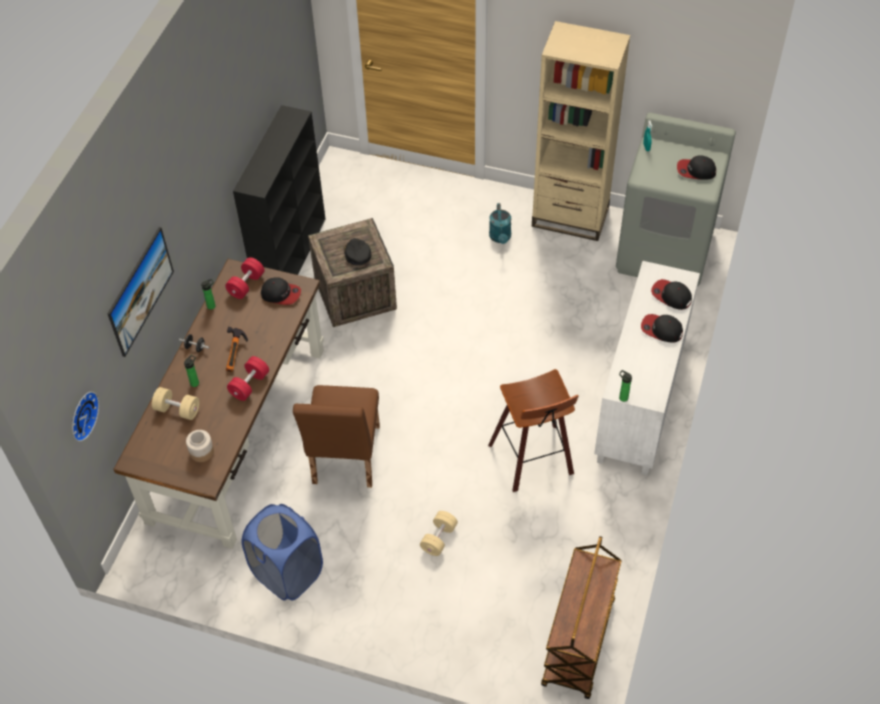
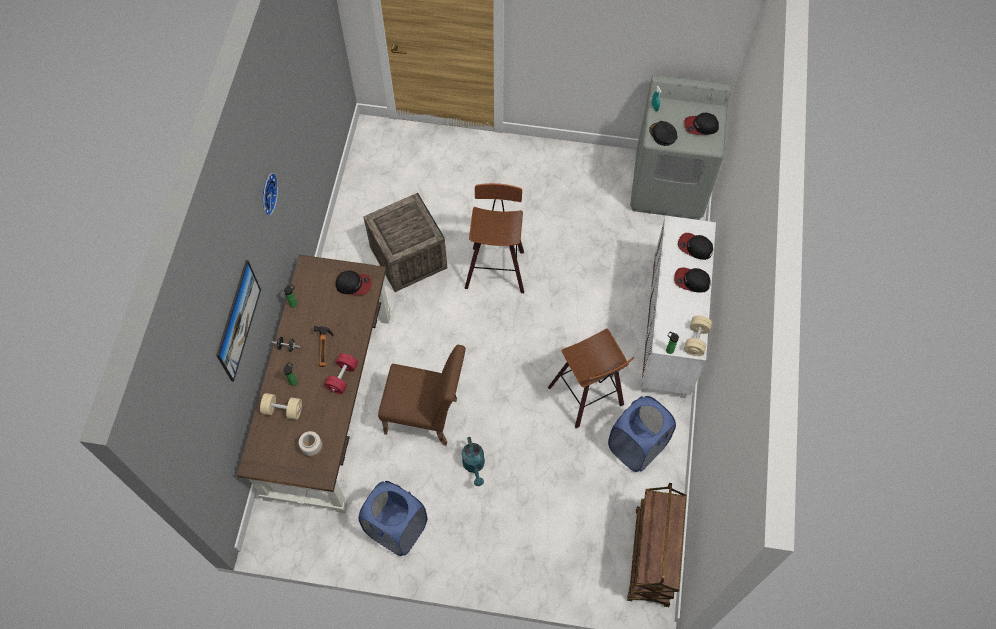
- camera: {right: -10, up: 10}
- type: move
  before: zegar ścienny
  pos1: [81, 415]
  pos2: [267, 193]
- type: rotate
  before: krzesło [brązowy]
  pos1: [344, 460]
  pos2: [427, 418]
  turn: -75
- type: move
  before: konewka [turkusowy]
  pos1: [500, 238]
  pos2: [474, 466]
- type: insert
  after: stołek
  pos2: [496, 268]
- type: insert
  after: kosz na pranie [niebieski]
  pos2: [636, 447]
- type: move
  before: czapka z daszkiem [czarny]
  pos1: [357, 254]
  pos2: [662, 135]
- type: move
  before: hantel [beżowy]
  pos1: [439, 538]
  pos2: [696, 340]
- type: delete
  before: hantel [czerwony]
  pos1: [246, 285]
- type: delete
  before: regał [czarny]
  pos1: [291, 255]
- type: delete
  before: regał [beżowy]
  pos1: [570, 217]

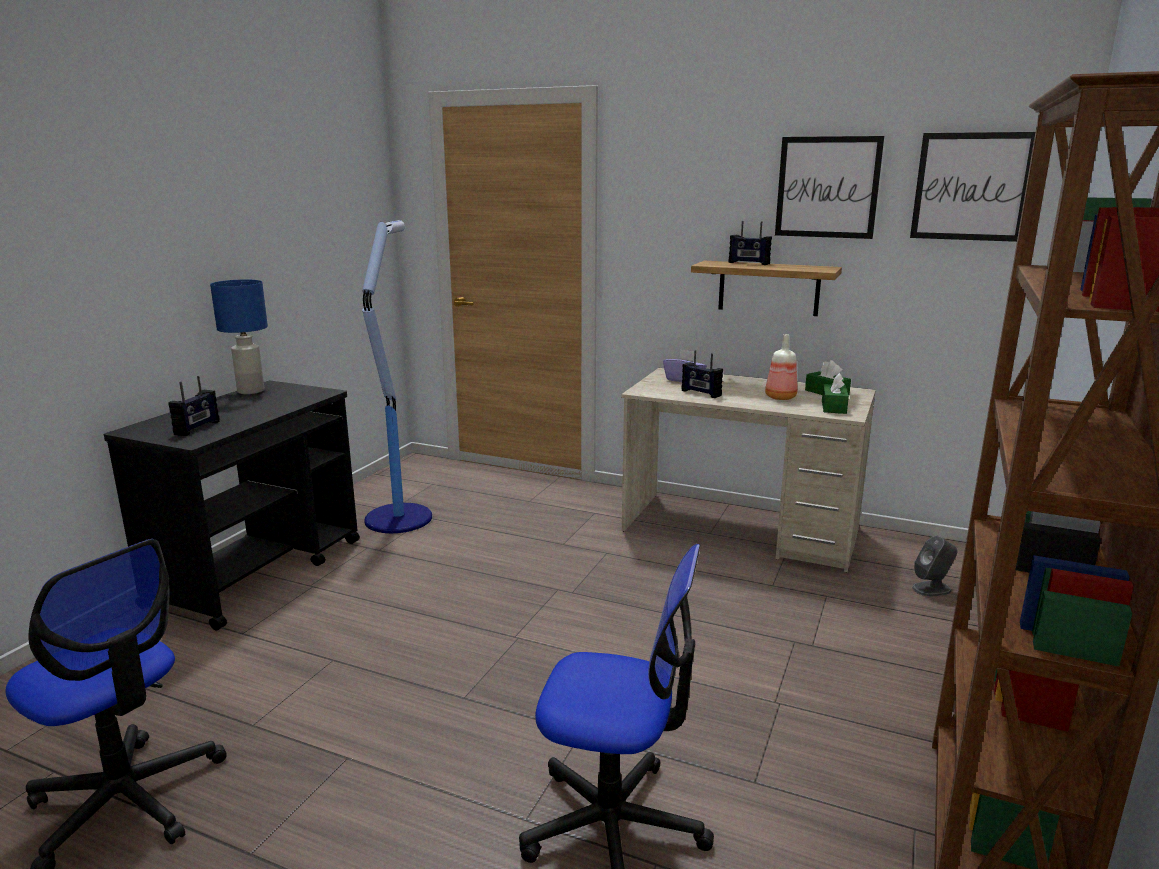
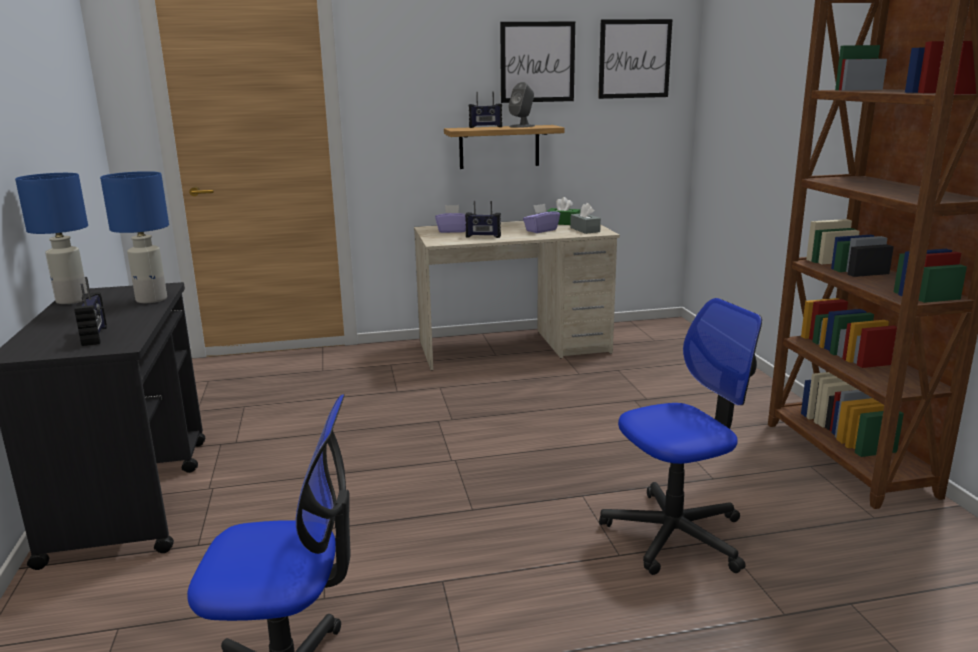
- camera: {right: -35, up: 0}
- type: insert
  after: lampa stołowa [niebieski]
  pos2: [152, 299]
- type: move
  before: głośnik [szary]
  pos1: [932, 589]
  pos2: [522, 126]
- type: replace
  before: butelka
  after: pudełko chusteczek [fioletowy]
  pos1: [780, 398]
  pos2: [541, 230]
- type: recolor
  before: pudełko chusteczek [zielony]
  after: pudełko chusteczek [szary]
  pos1: [833, 407]
  pos2: [585, 230]
- type: delete
  before: lampa stojąca
  pos1: [399, 517]

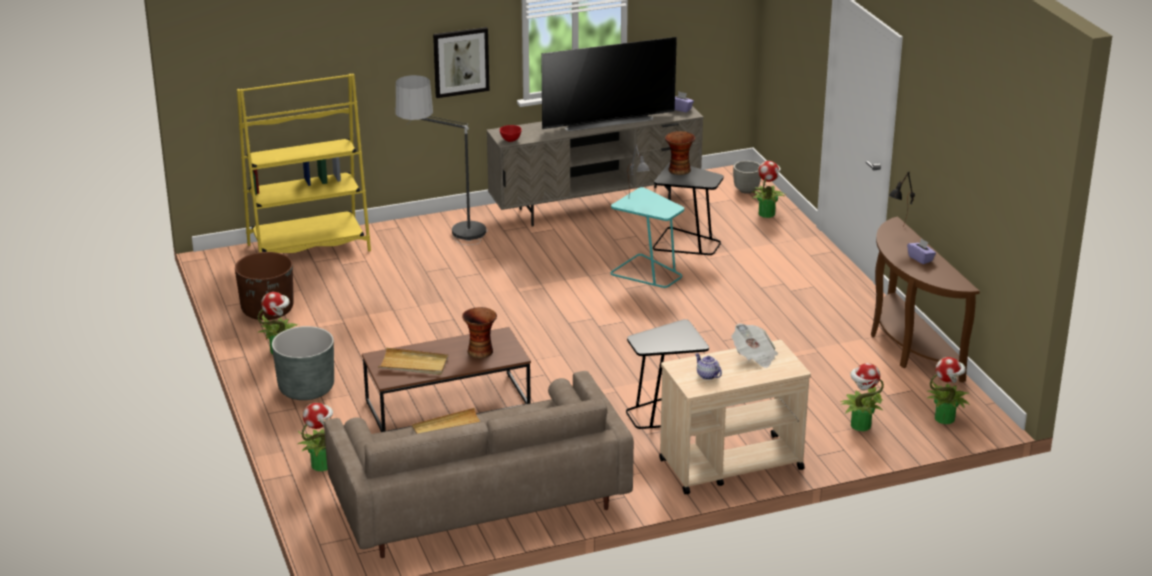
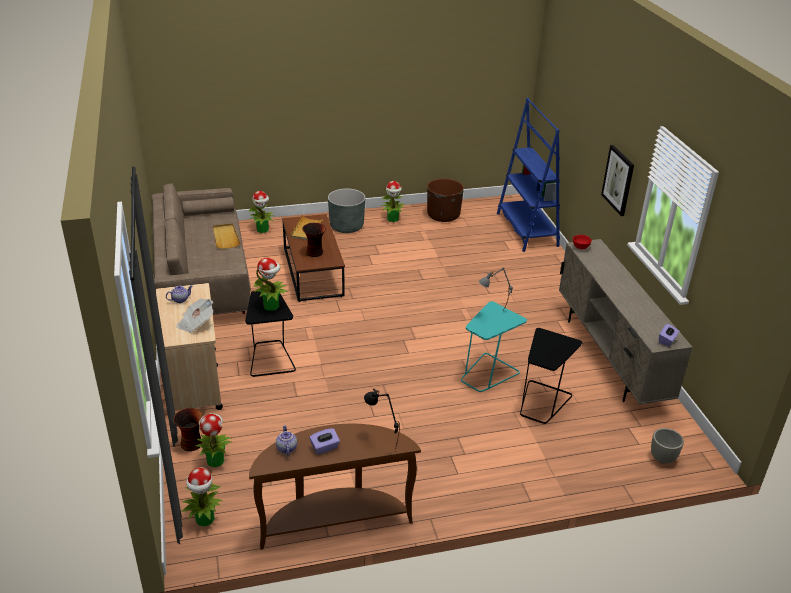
- camera: {right: 95, up: 5}
- type: move
  before: wazon
  pos1: [678, 170]
  pos2: [192, 443]
- type: move
  before: roślina doniczkowa
  pos1: [766, 213]
  pos2: [272, 306]
- type: insert
  after: imbryk
  pos2: [286, 448]
- type: recolor
  before: regał [żółty]
  after: regał [niebieski]
  pos1: [309, 248]
  pos2: [527, 230]
- type: delete
  before: lampa stojąca
  pos1: [446, 242]
- type: delete
  before: telewizor
  pos1: [607, 120]

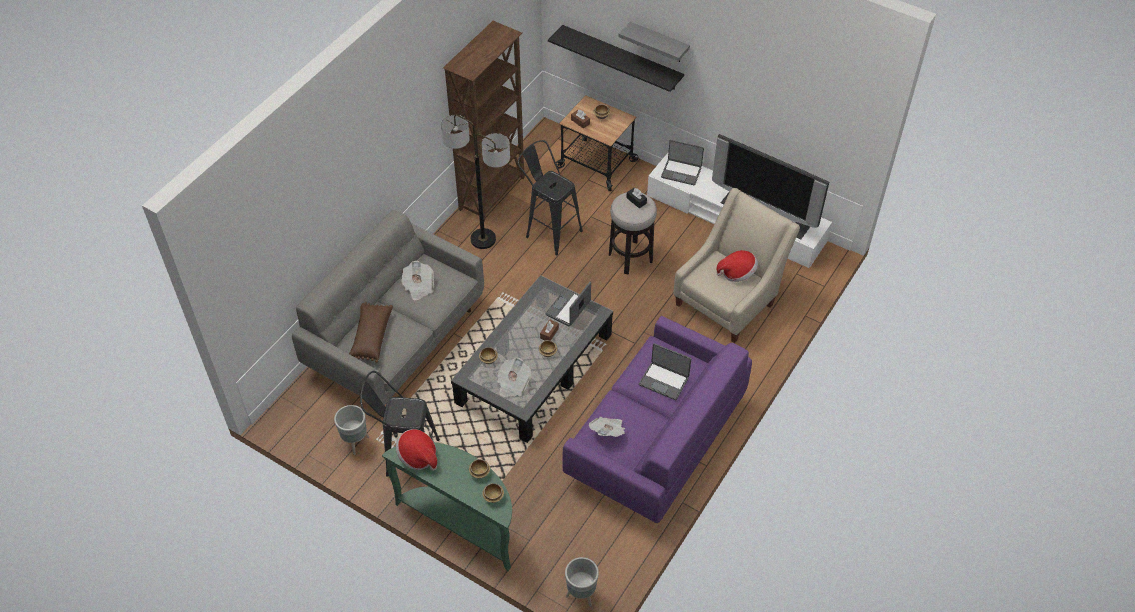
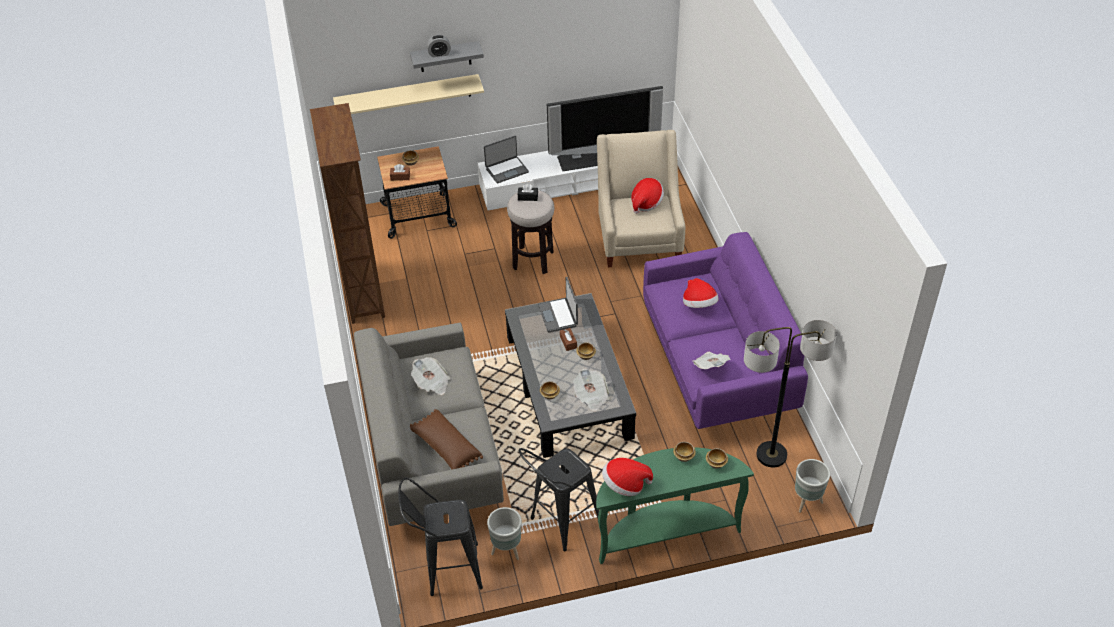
- camera: {right: -45, up: -5}
- type: recolor
  before: półka [czarny]
  after: półka [beżowy]
  pos1: [621, 58]
  pos2: [407, 95]
- type: move
  before: stołek [czarny]
  pos1: [549, 231]
  pos2: [446, 570]
- type: insert
  after: budzik
  pos2: [439, 54]
- type: replace
  before: laptop
  after: kapelusz
  pos1: [664, 380]
  pos2: [699, 304]
- type: move
  before: lampa stojąca
  pos1: [483, 239]
  pos2: [771, 455]

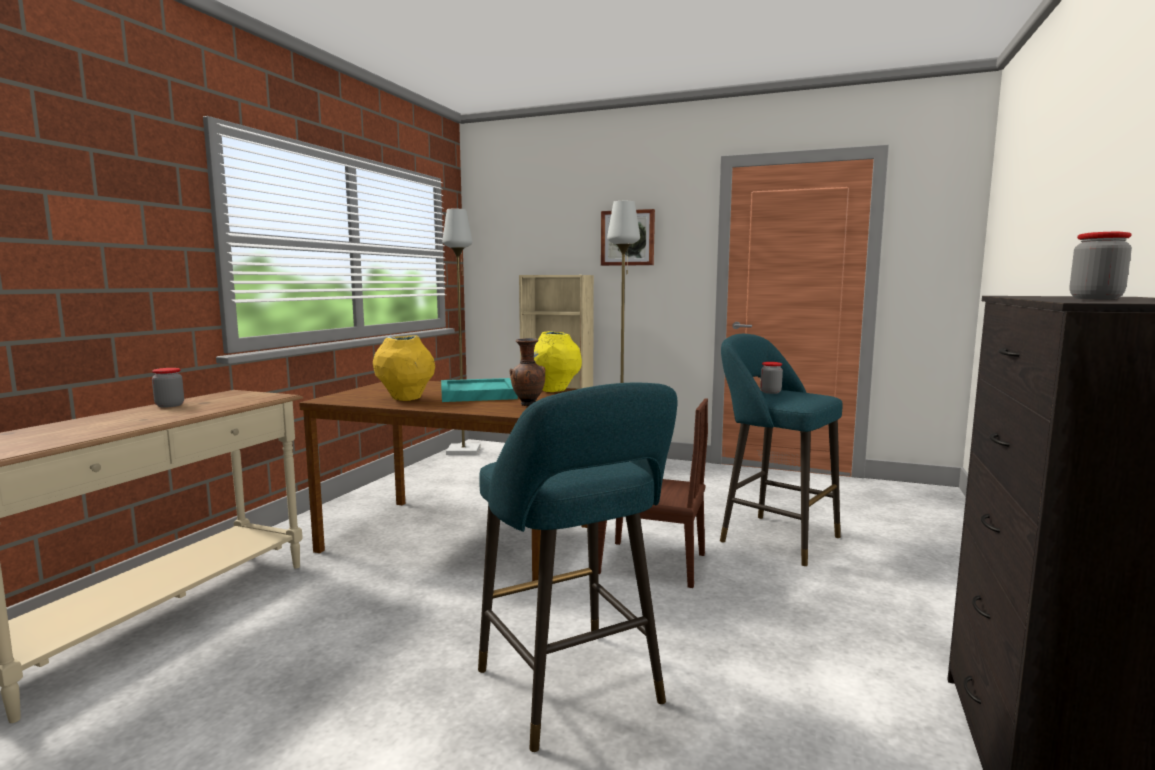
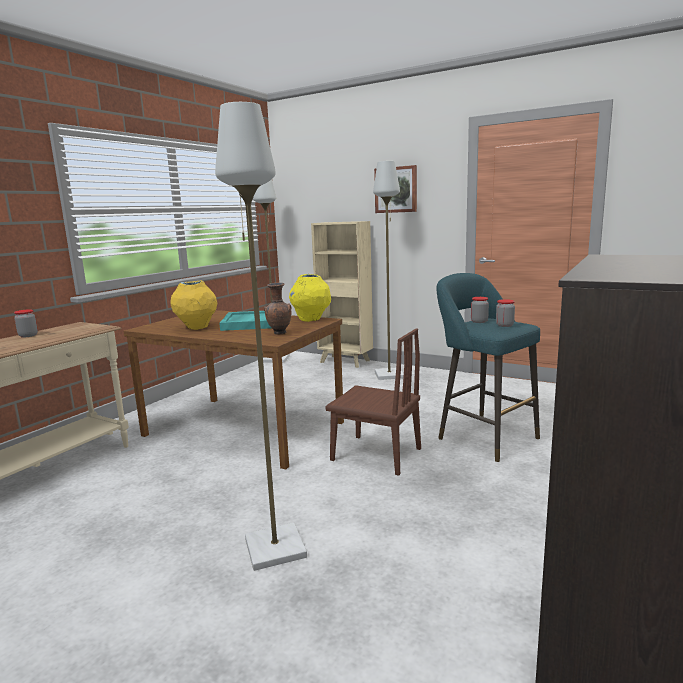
- camera: {right: 10, up: 5}
- type: replace
  before: stołek [turkusowy]
  after: lampa stojąca [szary]
  pos1: [573, 692]
  pos2: [274, 549]
- type: move
  before: słoik
  pos1: [1095, 298]
  pos2: [504, 325]

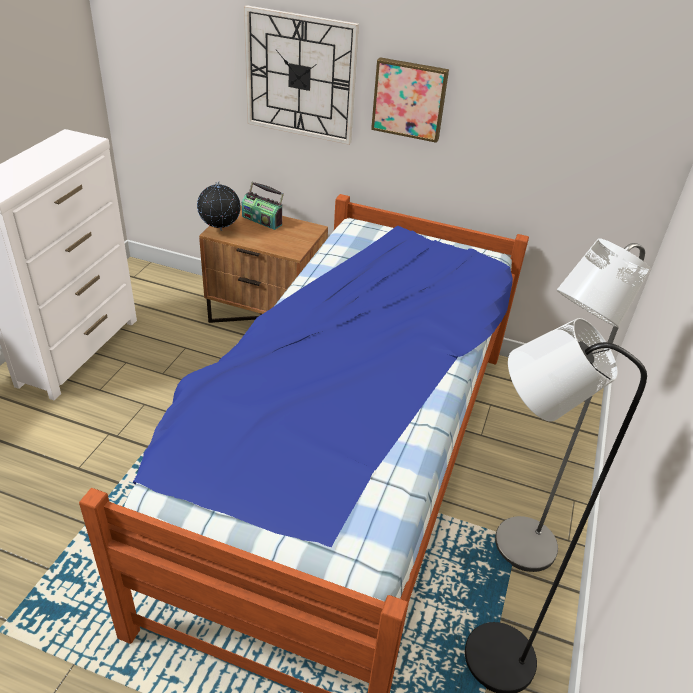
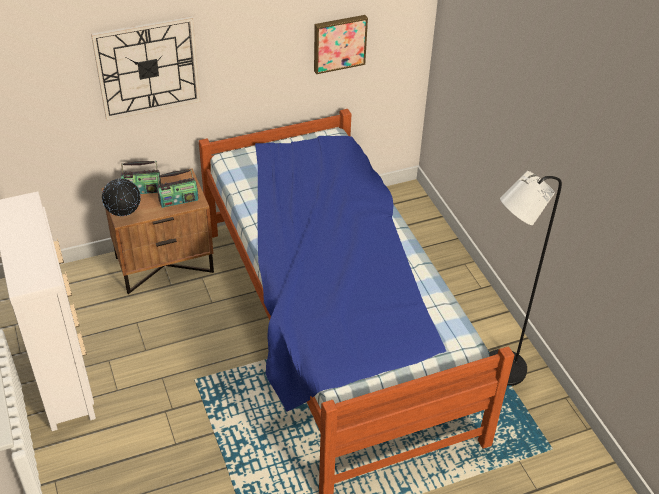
- camera: {right: -40, up: 5}
- type: insert
  after: radio
  pos2: [178, 199]
- type: move
  before: obraz
  pos1: [409, 99]
  pos2: [339, 43]
- type: delete
  before: lampa stojąca [szary]
  pos1: [517, 551]

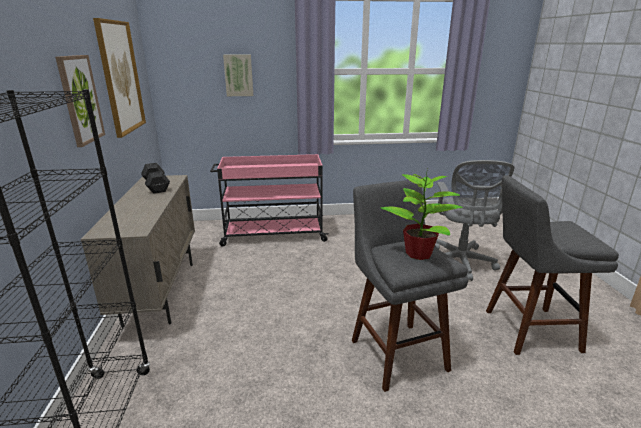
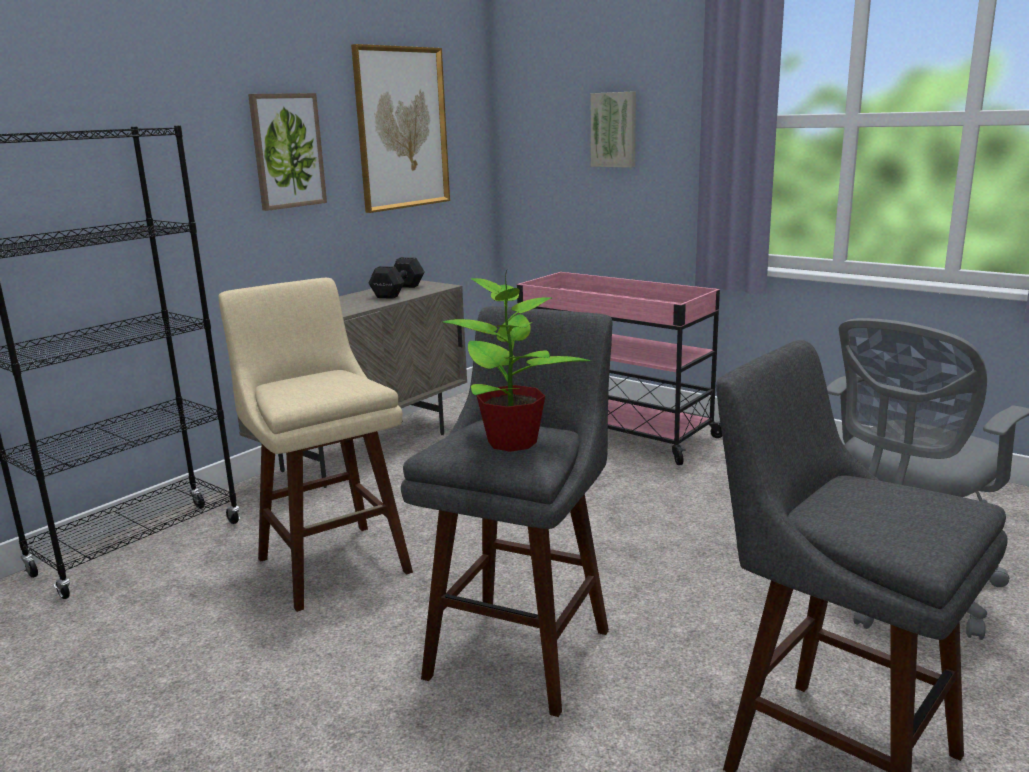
- camera: {right: 45, up: -5}
- type: insert
  after: stołek [beżowy]
  pos2: [330, 561]

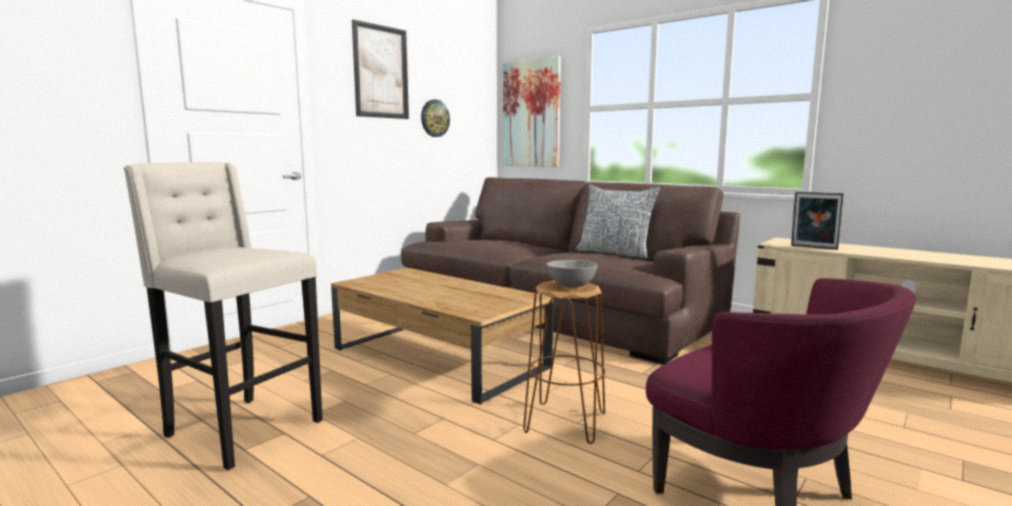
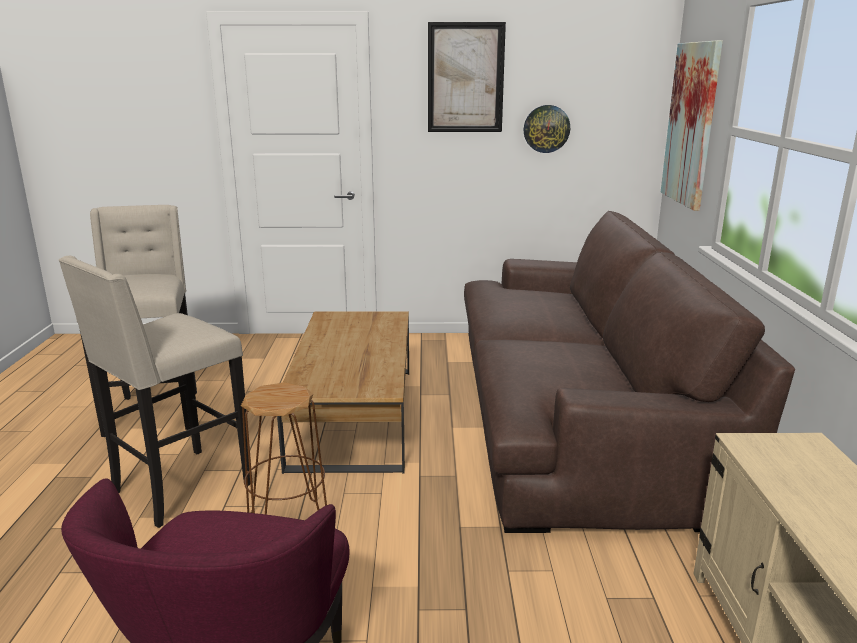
- camera: {right: 50, up: 10}
- type: insert
  after: stołek [beżowy]
  pos2: [179, 489]
- type: delete
  before: miska [szary]
  pos1: [570, 286]
- type: delete
  before: poduszka
  pos1: [615, 253]
- type: delete
  before: ramka na zdjęcie
  pos1: [813, 247]

